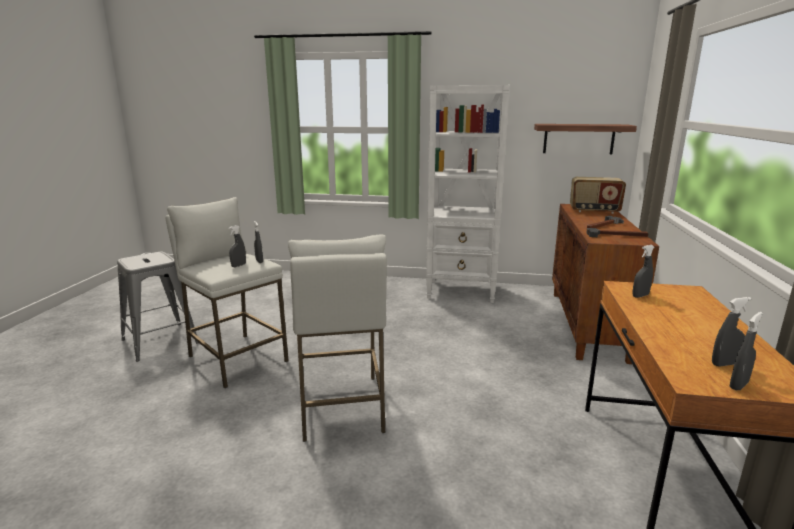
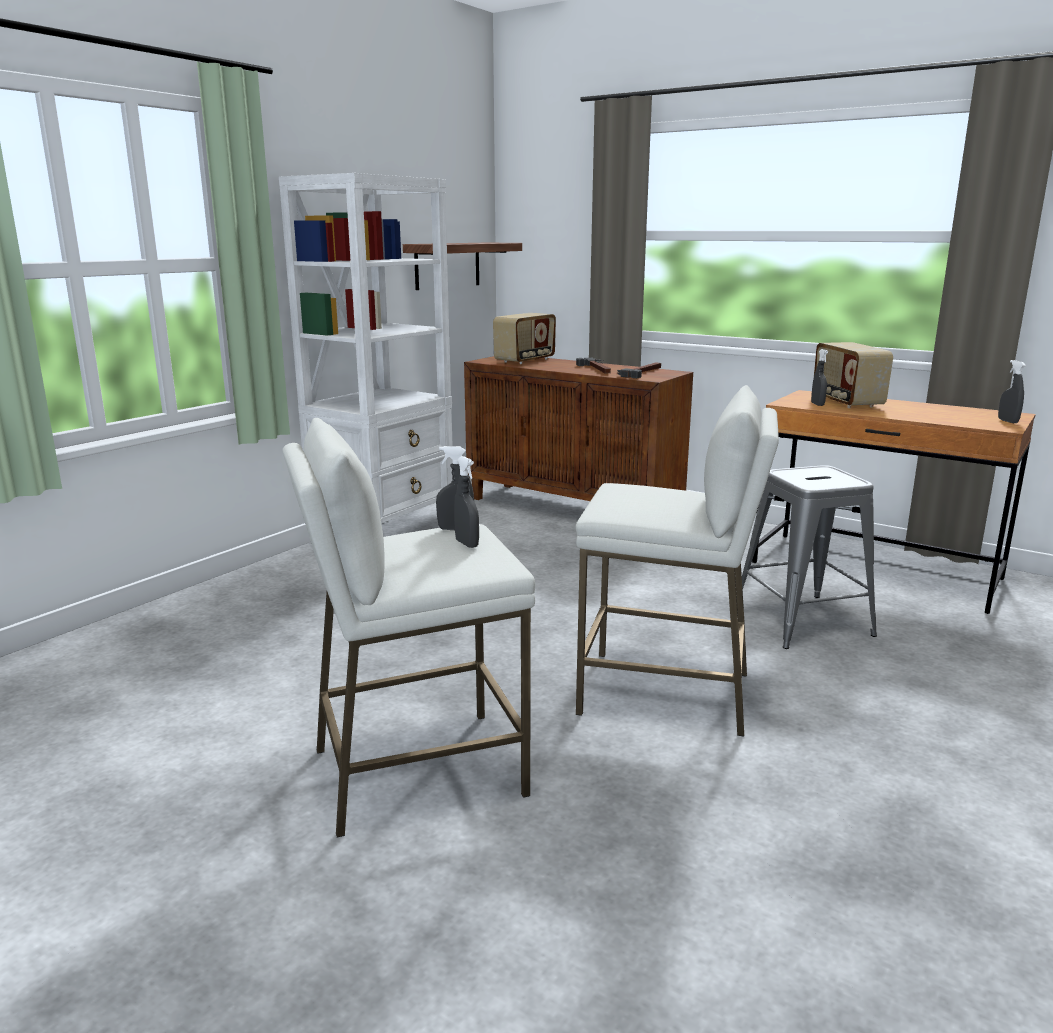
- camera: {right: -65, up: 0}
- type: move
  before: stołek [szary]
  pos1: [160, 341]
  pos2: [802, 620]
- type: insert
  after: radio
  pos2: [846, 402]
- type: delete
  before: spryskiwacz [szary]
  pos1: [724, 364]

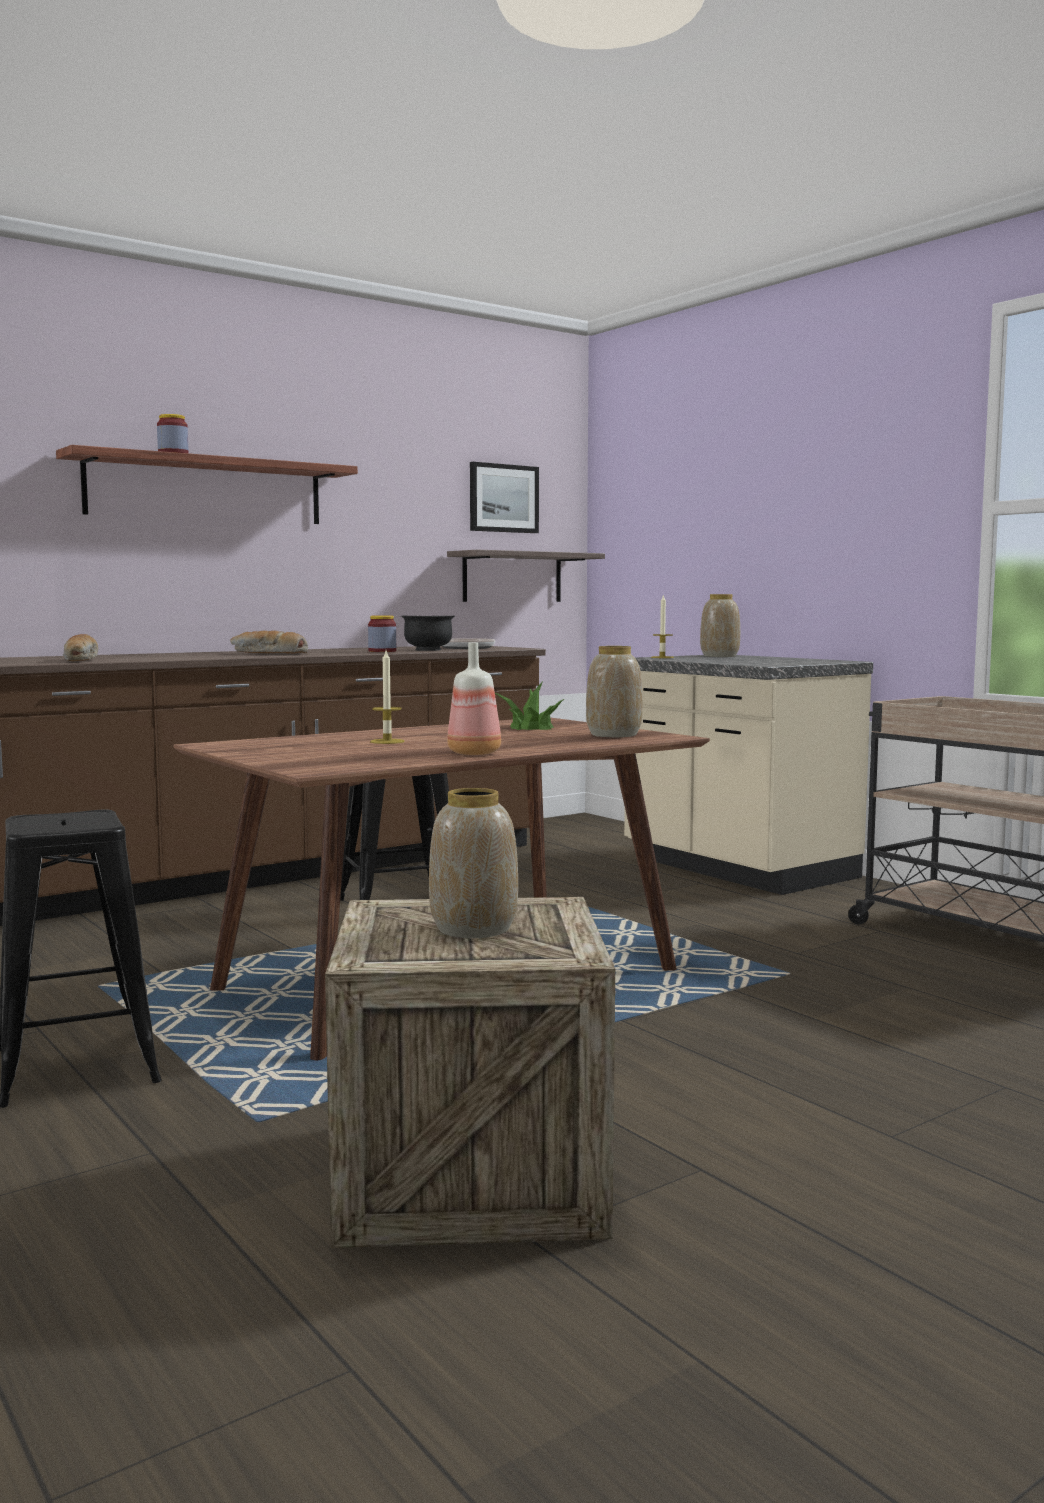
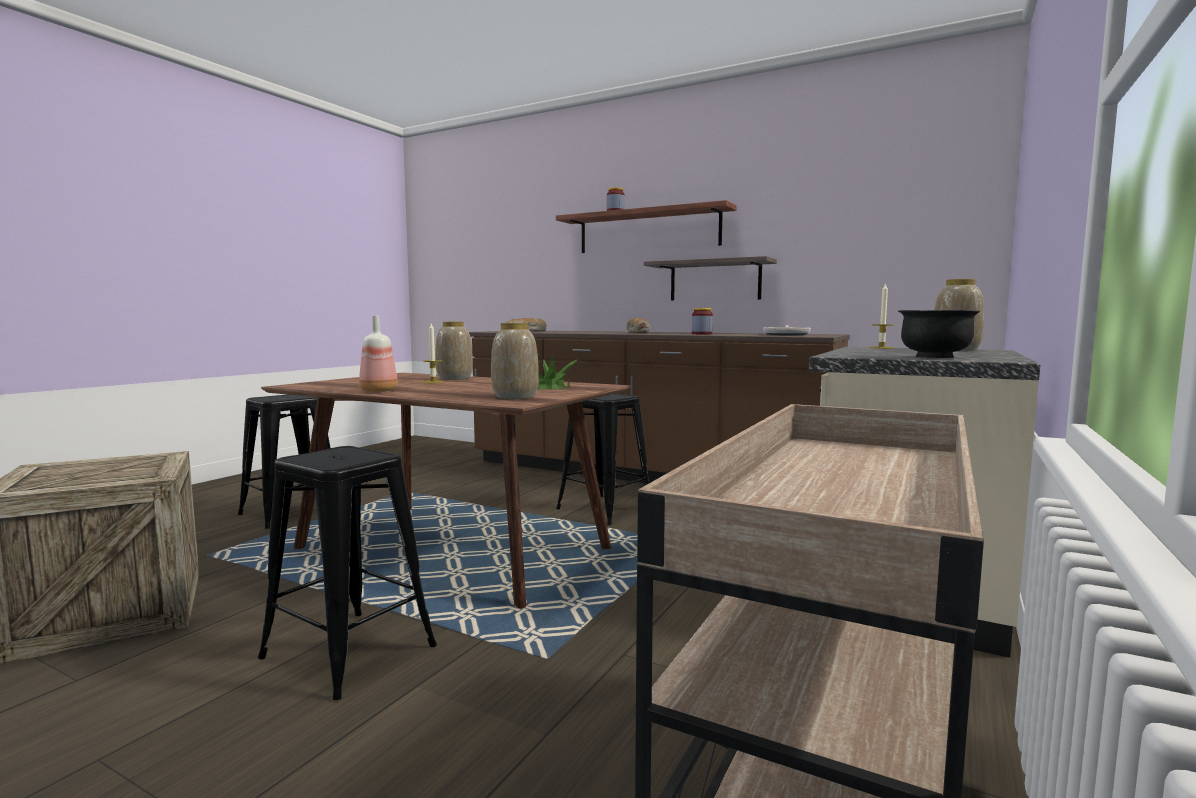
- camera: {right: 65, up: 0}
- type: insert
  after: stołek [czarny]
  pos2: [348, 652]
- type: move
  before: wazon
  pos1: [473, 928]
  pos2: [455, 378]
- type: move
  before: półka
  pos1: [512, 577]
  pos2: [715, 281]
- type: move
  before: miska [czarny]
  pos1: [428, 650]
  pos2: [935, 357]
- type: delete
  before: obraz
  pos1: [503, 498]

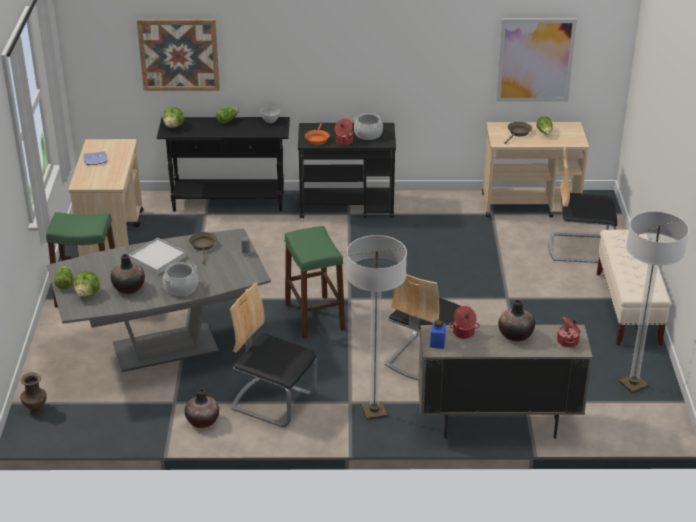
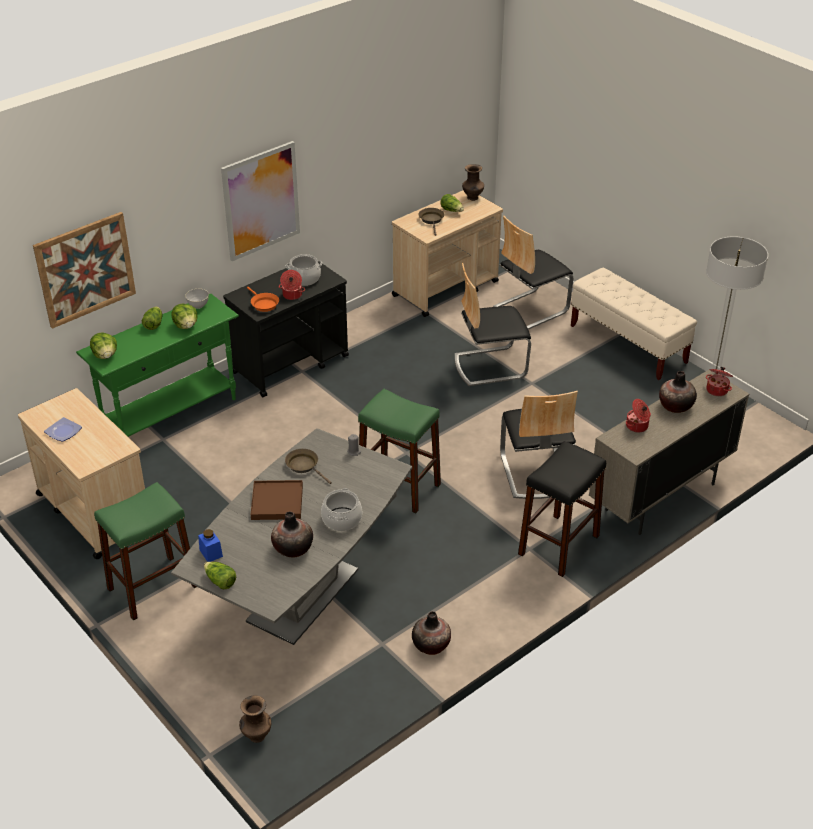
- camera: {right: -40, up: 5}
- type: recolor
  before: stolik konsolowy [czarny]
  after: stolik konsolowy [zielony]
  pos1: [229, 202]
  pos2: [171, 415]
- type: move
  before: sałata
  pos1: [87, 294]
  pos2: [186, 326]
- type: move
  before: słoik [niebieski]
  pos1: [437, 342]
  pos2: [211, 553]
- type: move
  before: obraz
  pos1: [535, 60]
  pos2: [261, 201]
- type: recolor
  before: taca [biały]
  after: taca [brązowy]
  pos1: [157, 258]
  pos2: [277, 502]
- type: move
  before: krzesło
  pos1: [273, 401]
  pos2: [489, 365]
- type: insert
  after: wazon [brązowy]
  pos2: [472, 198]
- type: replace
  before: lampa stojąca
  after: stołek [czarny]
  pos1: [374, 411]
  pos2: [558, 545]

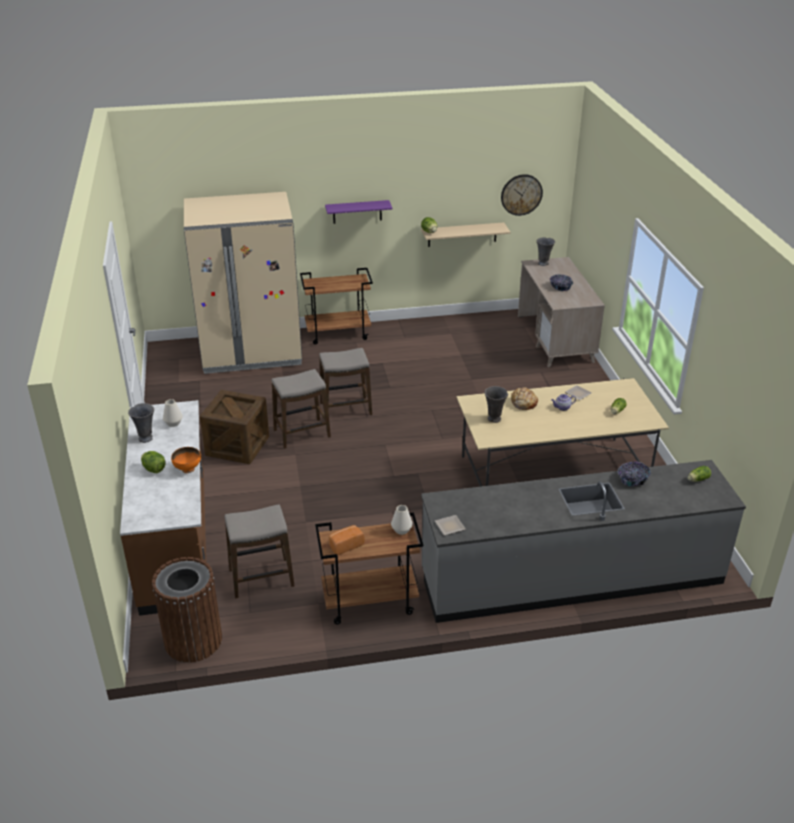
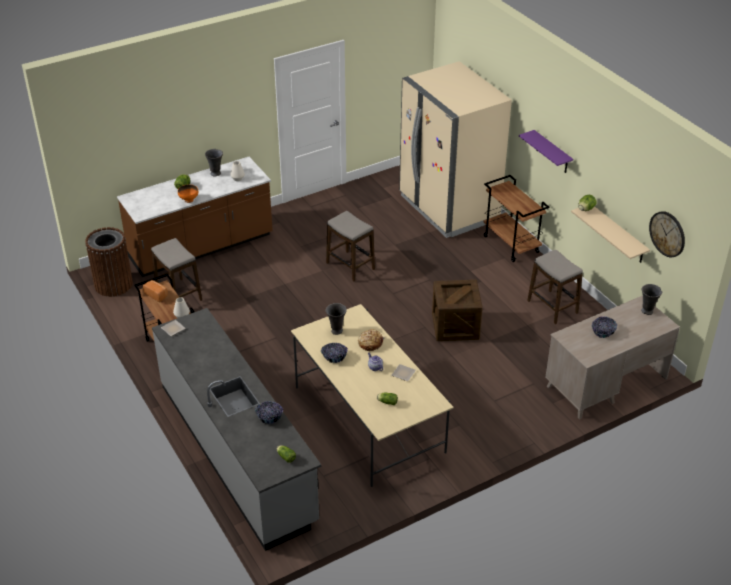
- camera: {right: 70, up: 5}
- type: insert
  after: miska
  pos2: [334, 357]
- type: move
  before: skrzynka
  pos1: [237, 446]
  pos2: [455, 326]
- type: move
  before: stołek
  pos1: [345, 409]
  pos2: [552, 307]

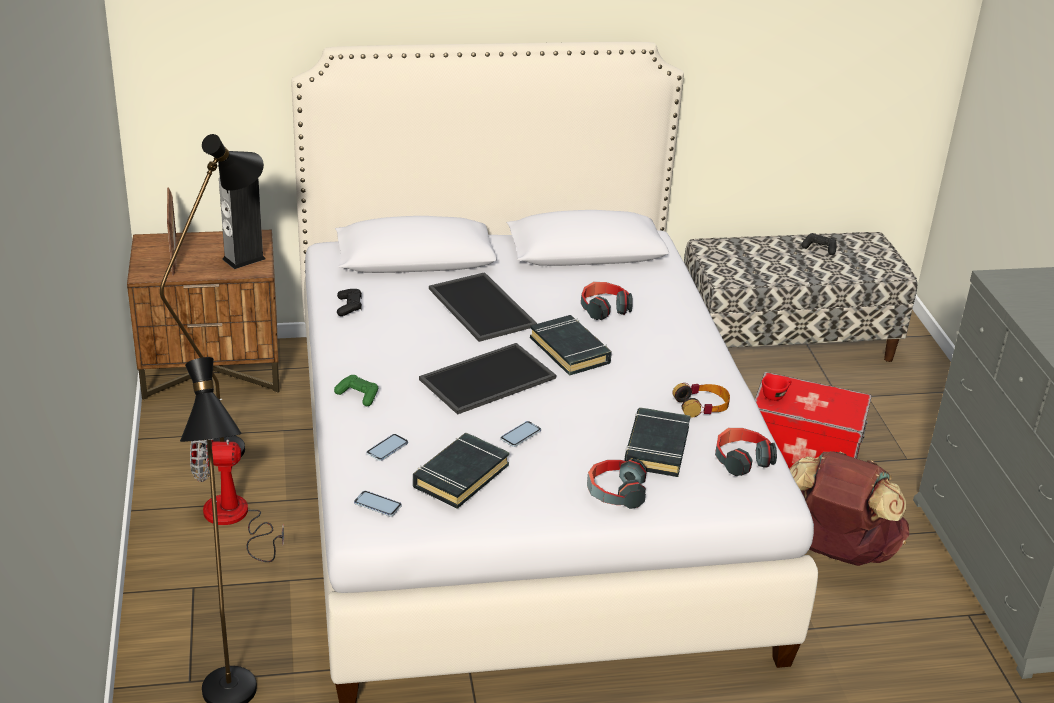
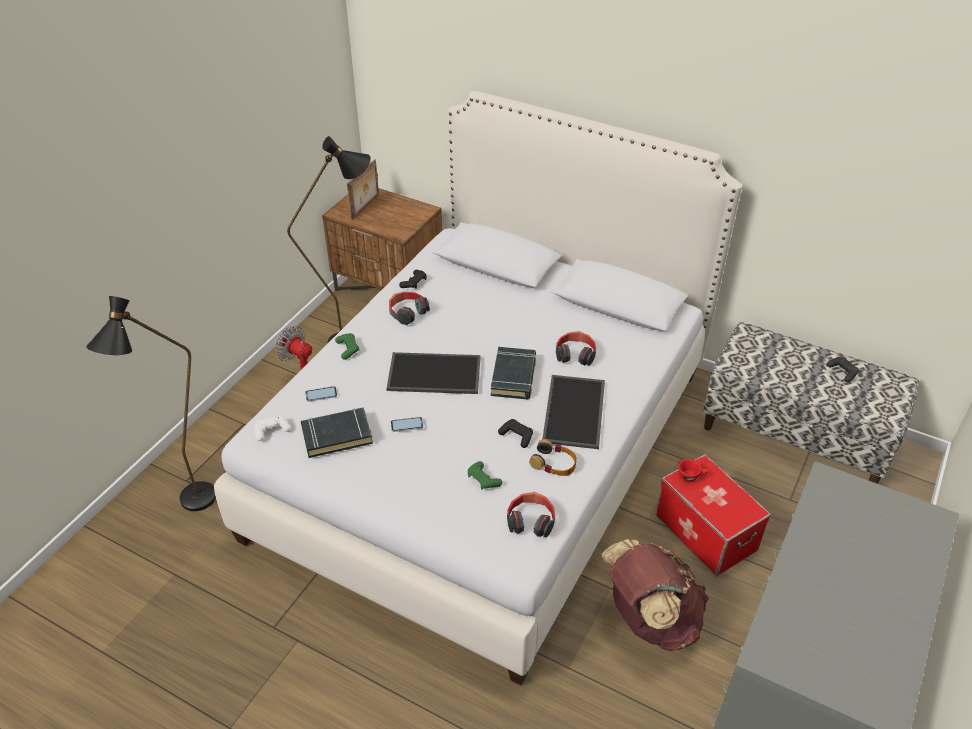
- camera: {right: 40, up: 10}
- type: replace
  before: telefon
  after: pad do gier [biały]
  pos1: [377, 504]
  pos2: [272, 430]
- type: move
  before: słuchawki
  pos1: [615, 492]
  pos2: [407, 312]
- type: replace
  before: książka [czarny]
  after: pad do gier [zielony]
  pos1: [656, 447]
  pos2: [483, 479]
- type: insert
  after: pad do gier [czarny]
  pos2: [517, 436]
- type: move
  before: taca
  pos1: [484, 307]
  pos2: [575, 412]
- type: delete
  before: głośnik
  pos1: [244, 259]

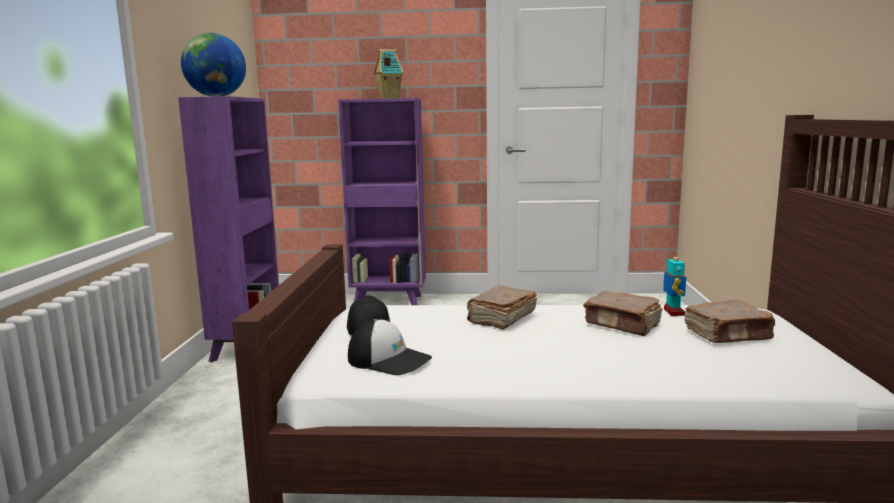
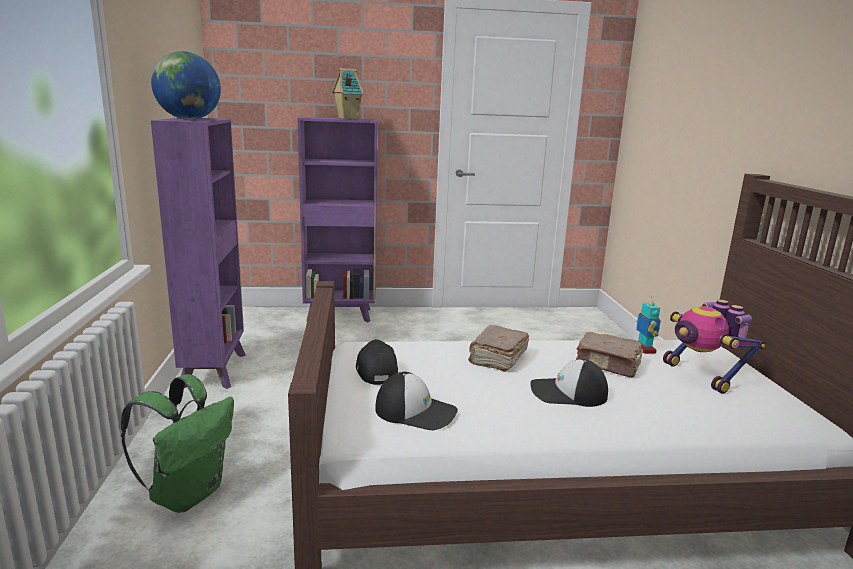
- camera: {right: -10, up: 5}
- type: insert
  after: plecak [zielony]
  pos2: [188, 493]
- type: insert
  after: czapka z daszkiem
  pos2: [567, 393]
- type: replace
  before: książka [brązowy]
  after: robot zabawkowy
  pos1: [728, 335]
  pos2: [701, 376]

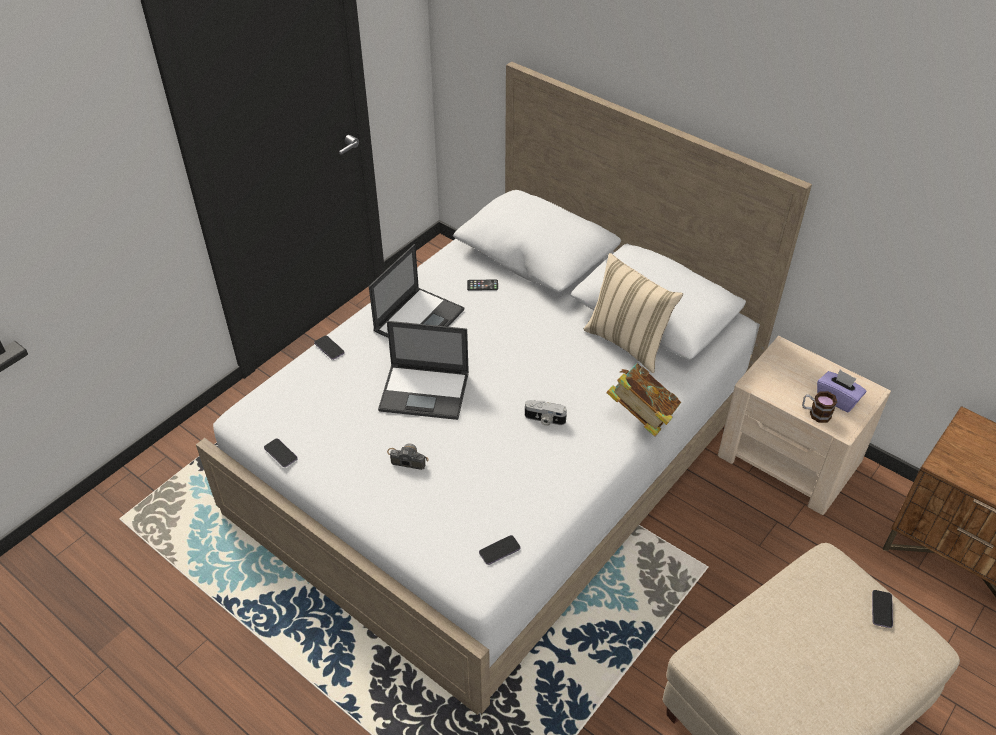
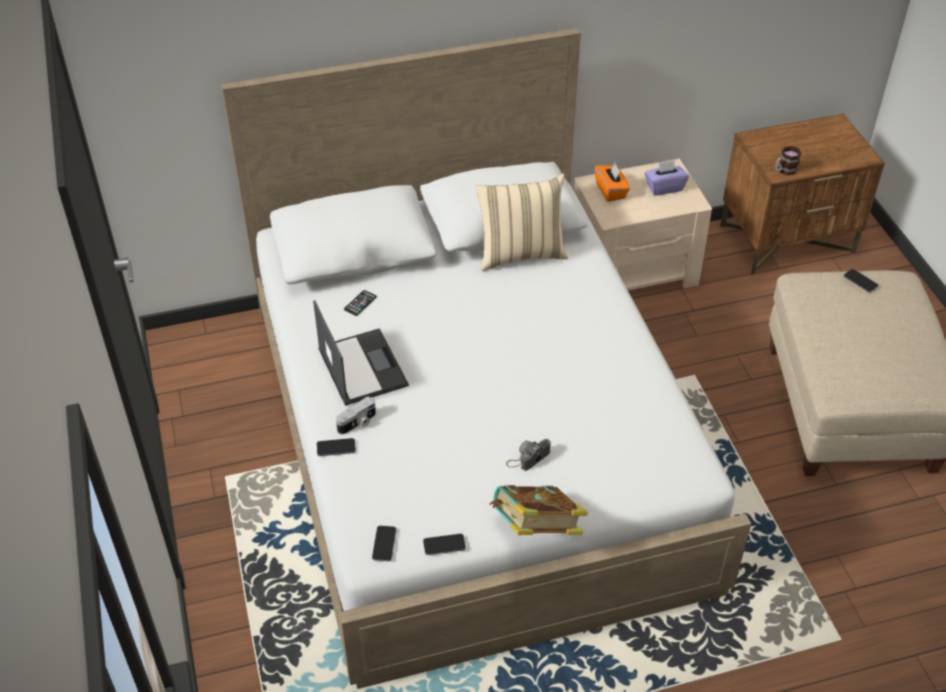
- camera: {right: -55, up: 0}
- type: move
  before: aparat fotograficzny
  pos1: [544, 420]
  pos2: [358, 423]
- type: move
  before: telefon
  pos1: [499, 551]
  pos2: [384, 544]
- type: move
  before: książka
  pos1: [641, 416]
  pos2: [536, 529]
- type: insert
  after: pudełko chusteczek [pomarańczowy]
  pos2: [611, 191]
- type: move
  before: kubek
  pos1: [815, 413]
  pos2: [784, 170]
- type: delete
  before: laptop
  pos1: [425, 391]

